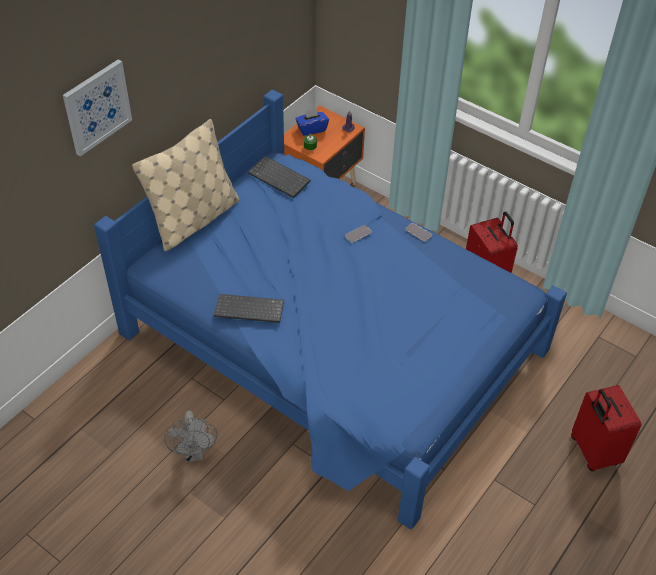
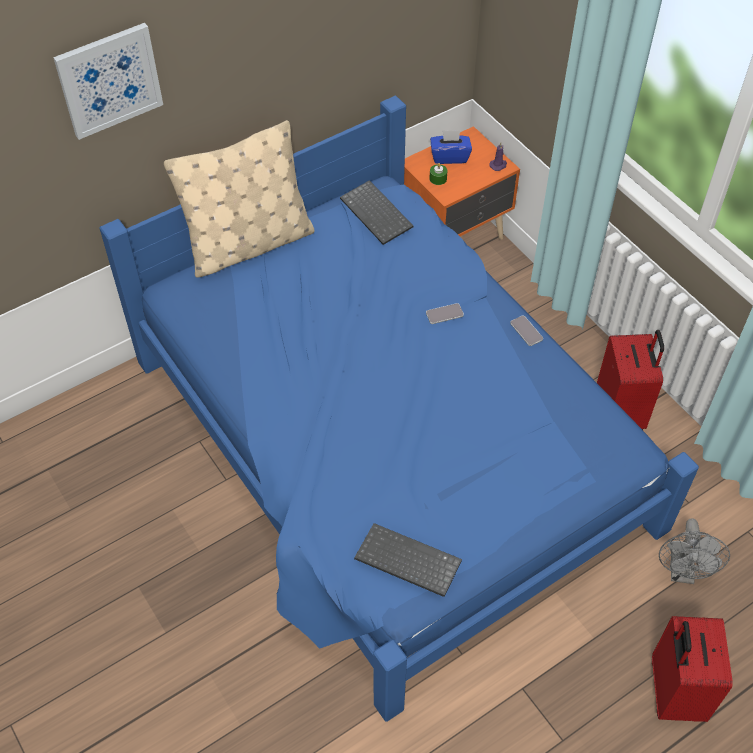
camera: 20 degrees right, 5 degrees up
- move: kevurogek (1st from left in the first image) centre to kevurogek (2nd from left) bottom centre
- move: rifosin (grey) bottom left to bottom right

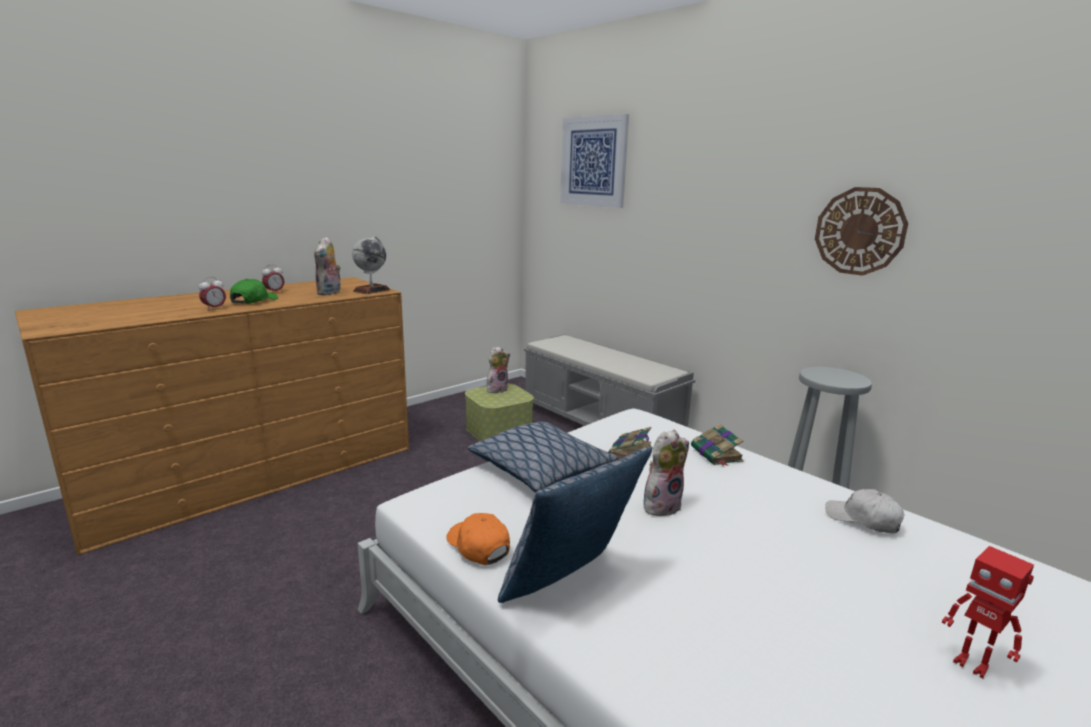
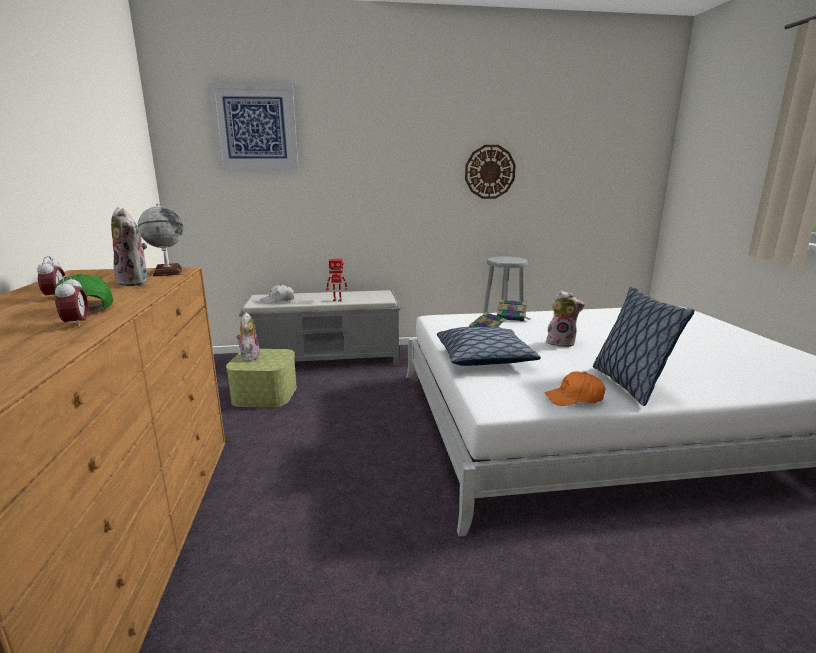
camera: 55 degrees left, 0 degrees up
- move: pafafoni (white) bottom right to centre
- move: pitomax bottom right to centre
- rotate: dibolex (3rd from left) centre = middle right 105 degrees clockwise

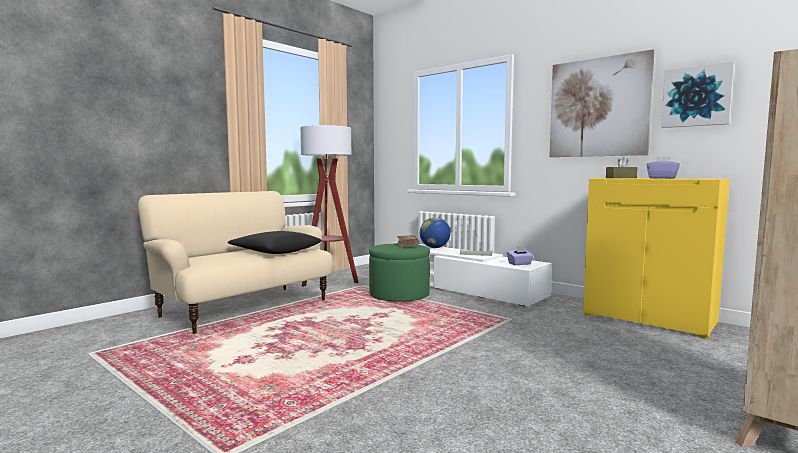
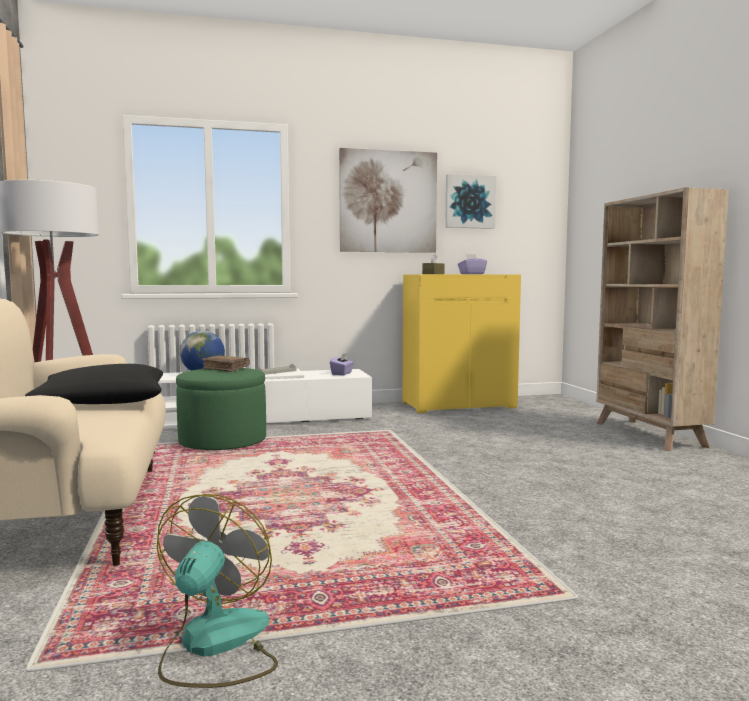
camera: 55 degrees left, 0 degrees up
- insert: rifosin bottom left

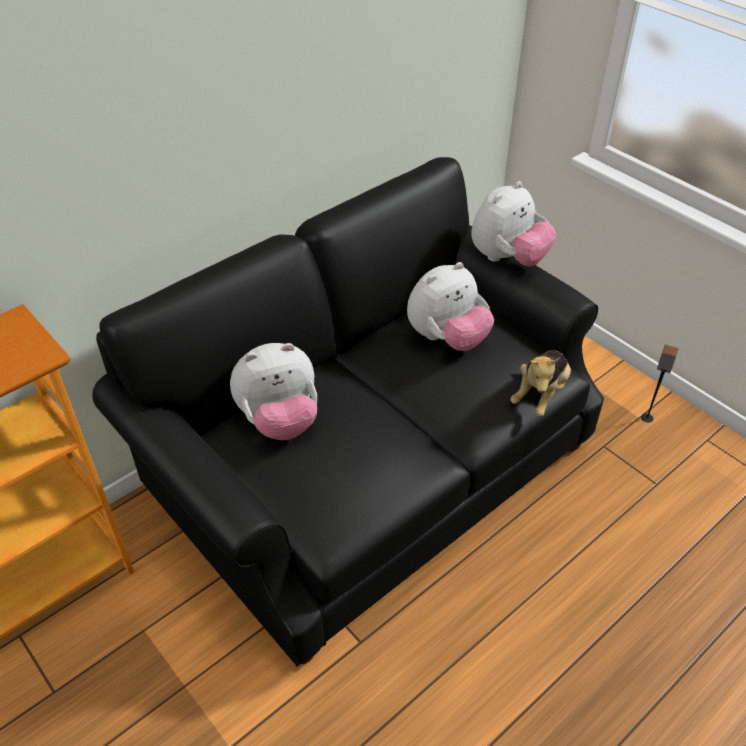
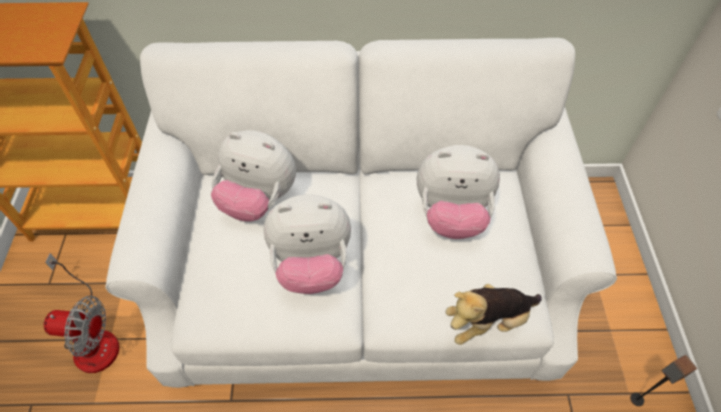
camera: 40 degrees right, 10 degrees up
- insert: rifosin bottom left
- recolor: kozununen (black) centre to kozununen (white) centre
- move: dibolex (3rd from left in the first image) top right to dibolex (2nd from left) centre

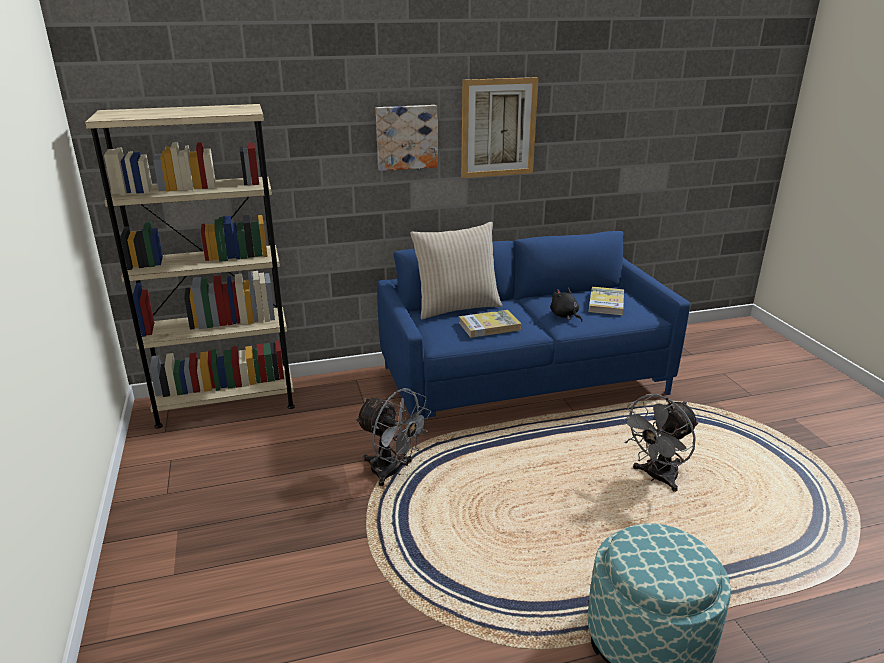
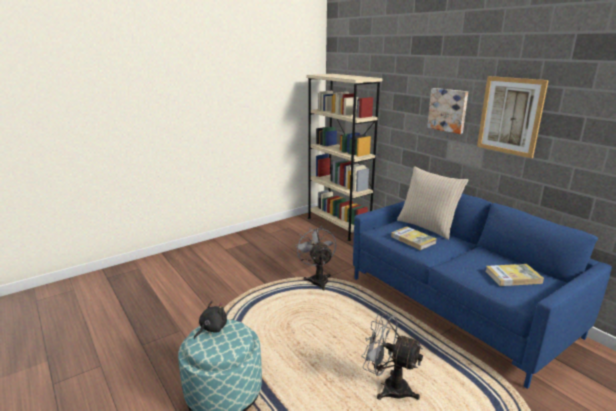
camera: 70 degrees right, 5 degrees down
- move: dibolex (black) centre to bottom centre
- rotate: rifosin (grey) (1st from left) centre = centre 150 degrees clockwise

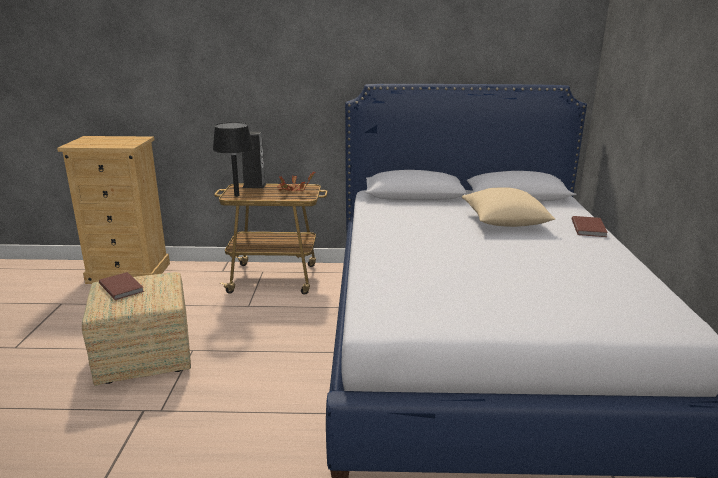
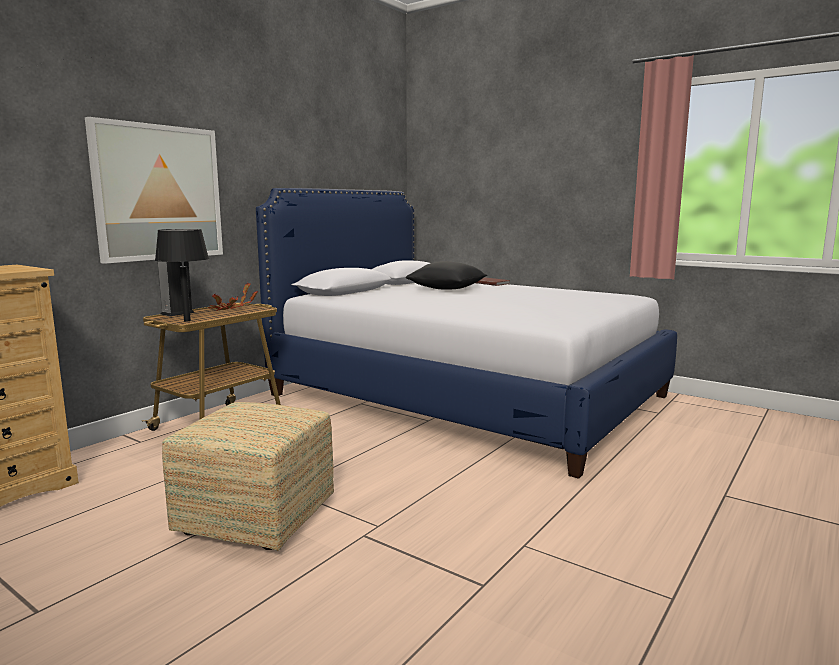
camera: 55 degrees left, 10 degrees down
- insert: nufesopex top left
- recolor: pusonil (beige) middle right to pusonil (black) centre
- delete: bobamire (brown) (1st from left) middle left

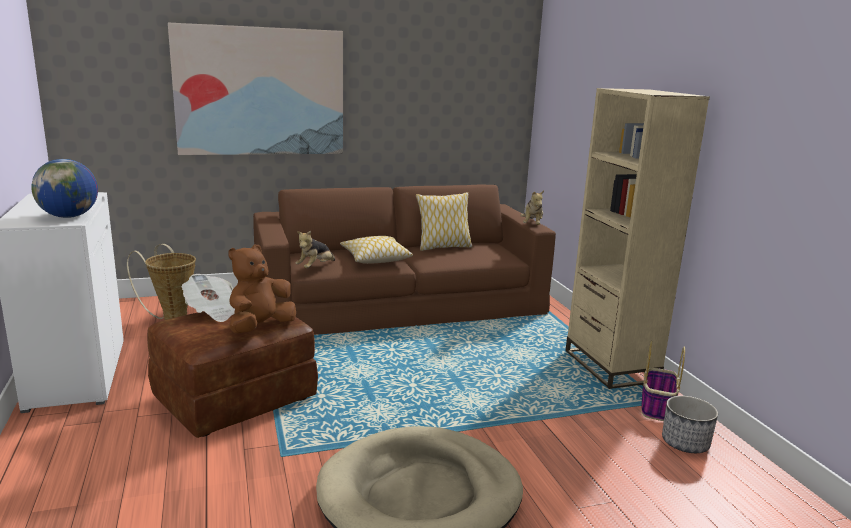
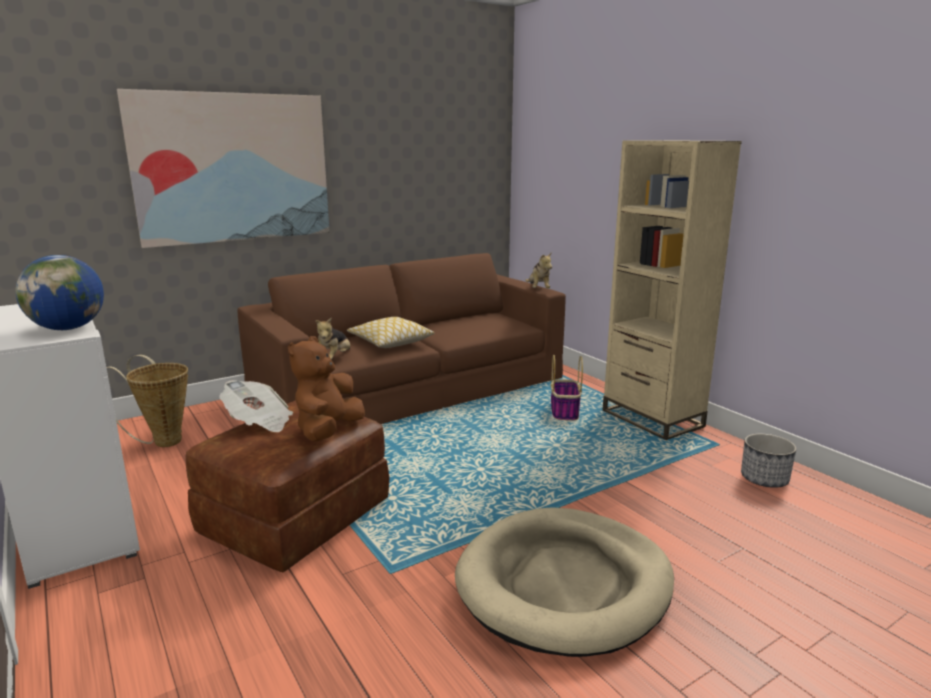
camera: 15 degrees left, 0 degrees up
- move: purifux (2nd from left) bottom right to centre
- delete: pusonil (2nd from left) centre

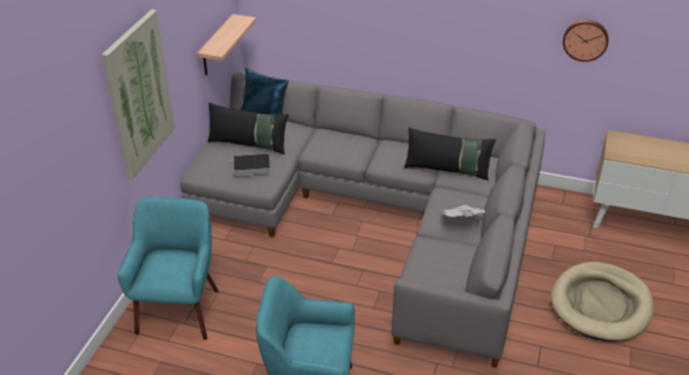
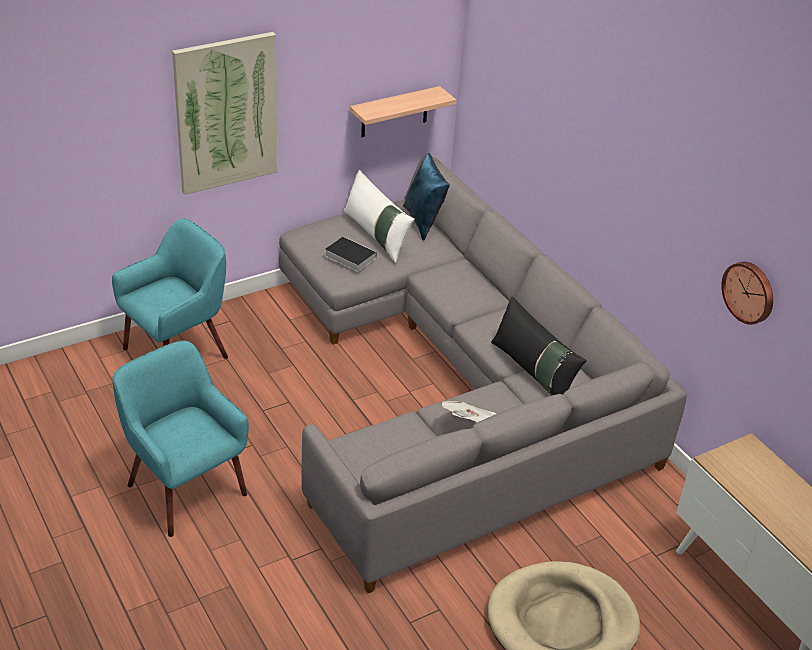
camera: 40 degrees right, 0 degrees up
- recolor: pusonil (black) (1st from left) centre to pusonil (white) top centre

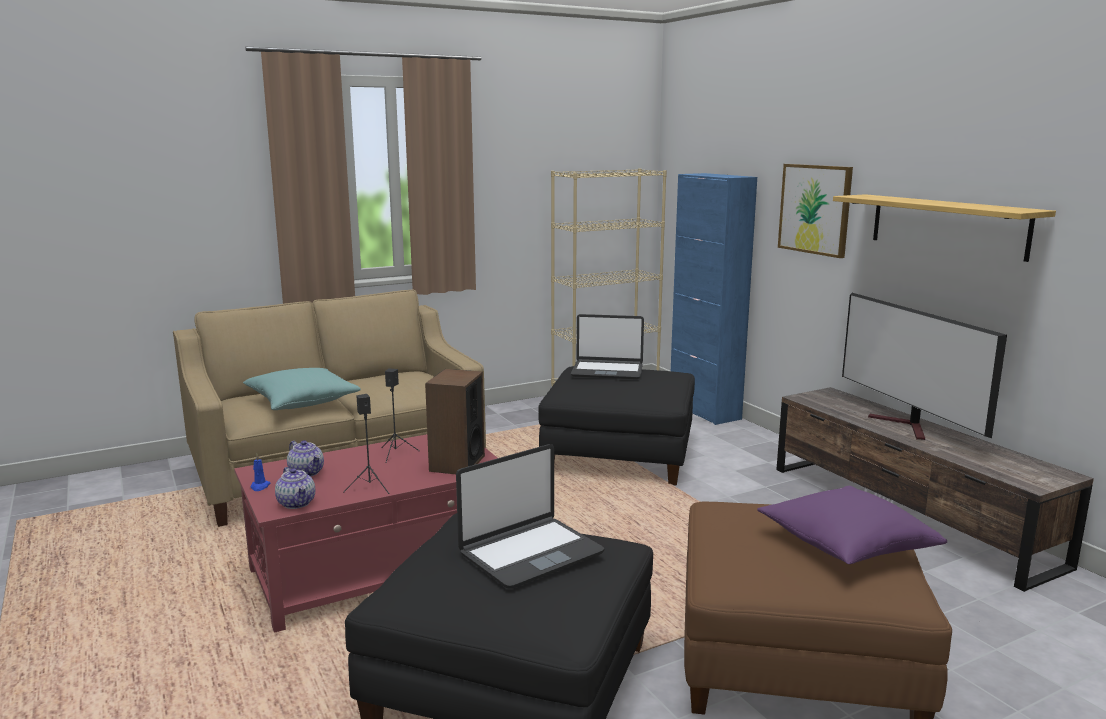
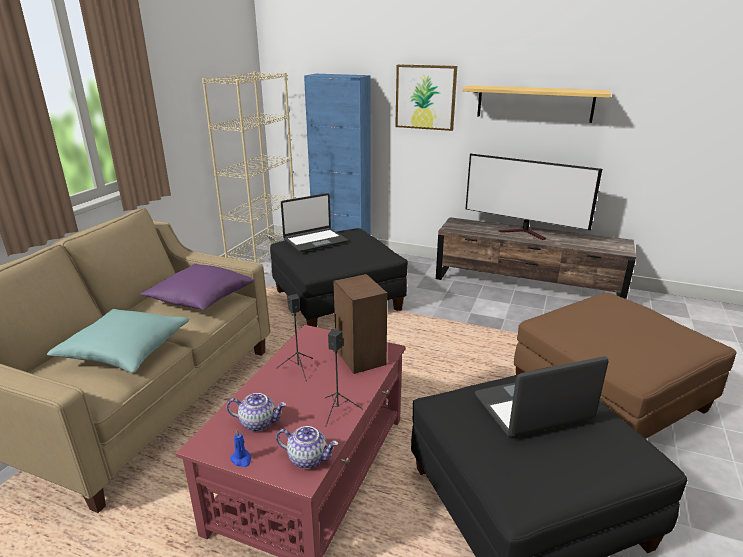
camera: 40 degrees left, 10 degrees up
- move: pusonil (purple) bottom right to middle left
- rotate: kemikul (1st from left in the first image) bottom centre = bottom right 120 degrees counterclockwise

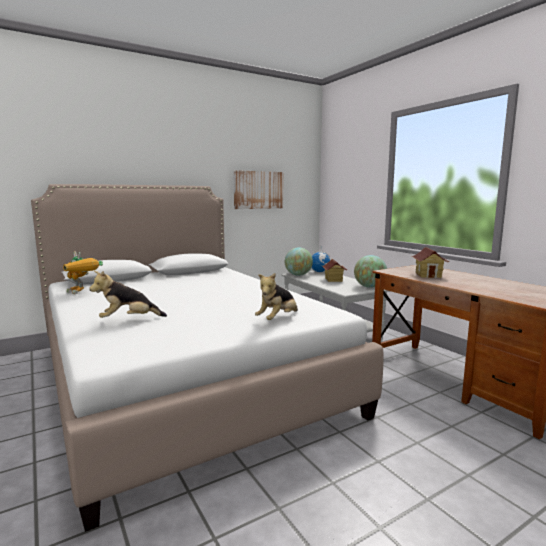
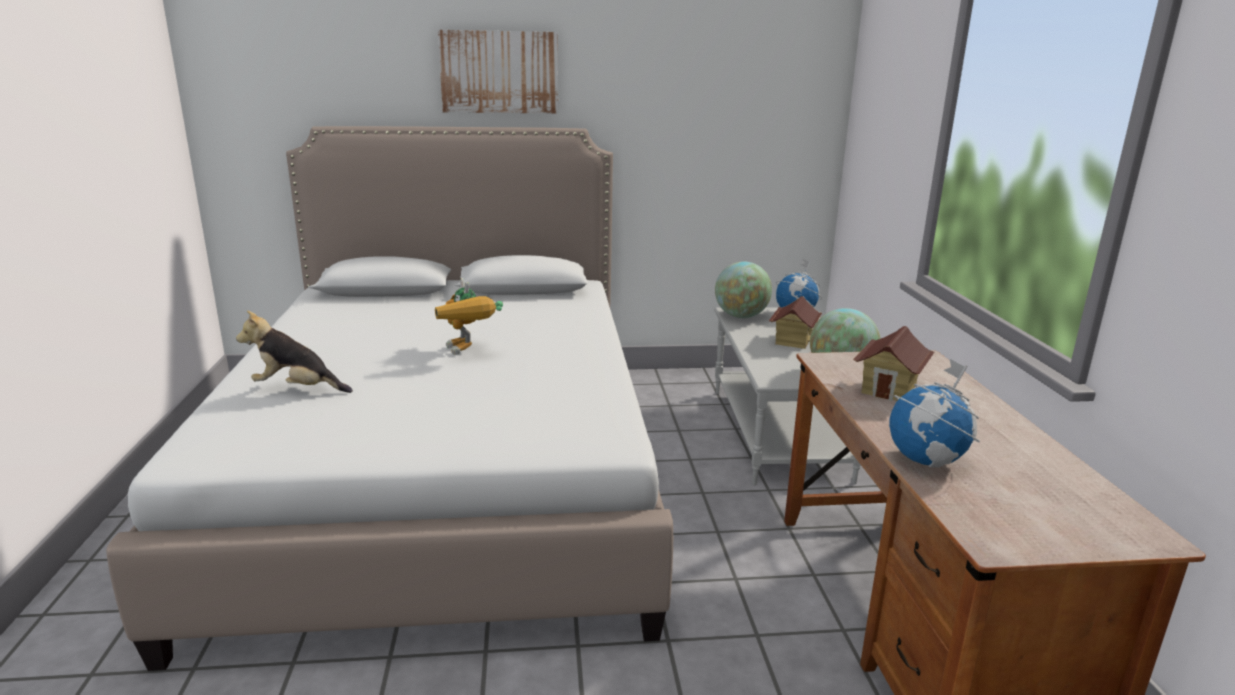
camera: 25 degrees right, 10 degrees up
- move: pitomax middle left to centre
- move: nufesopex centre to top centre
- insert: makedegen (4th from left) middle right
- delete: dibolex (2nd from left) centre

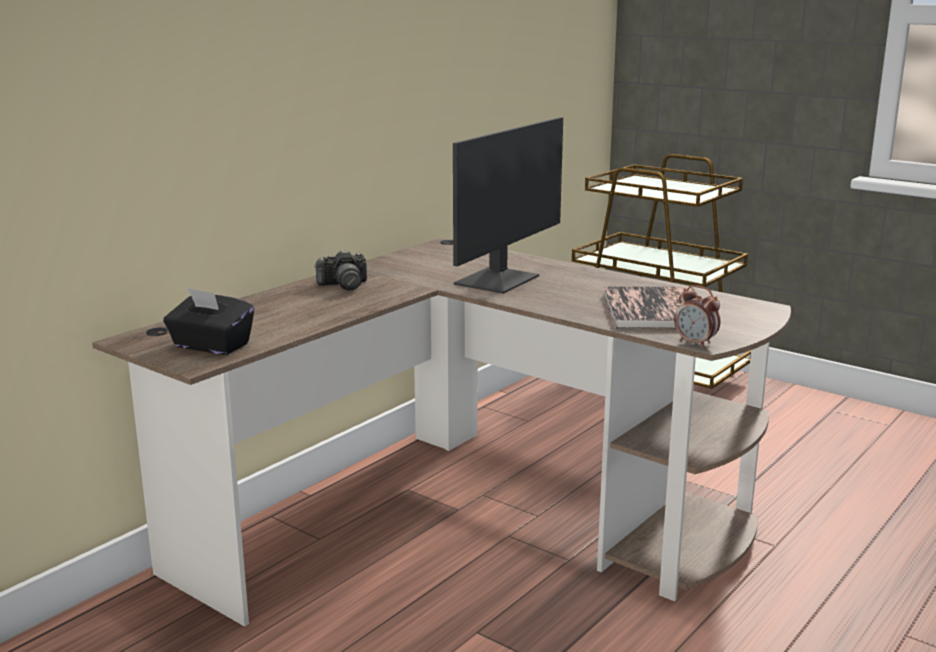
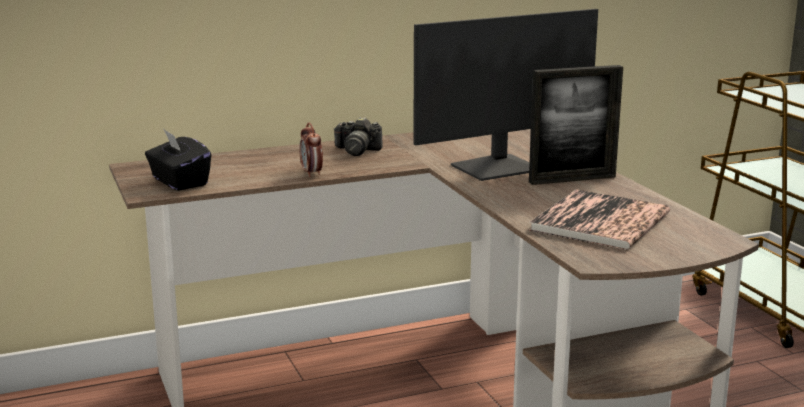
camera: 30 degrees right, 0 degrees up
- move: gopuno middle right to centre
- insert: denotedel top right

